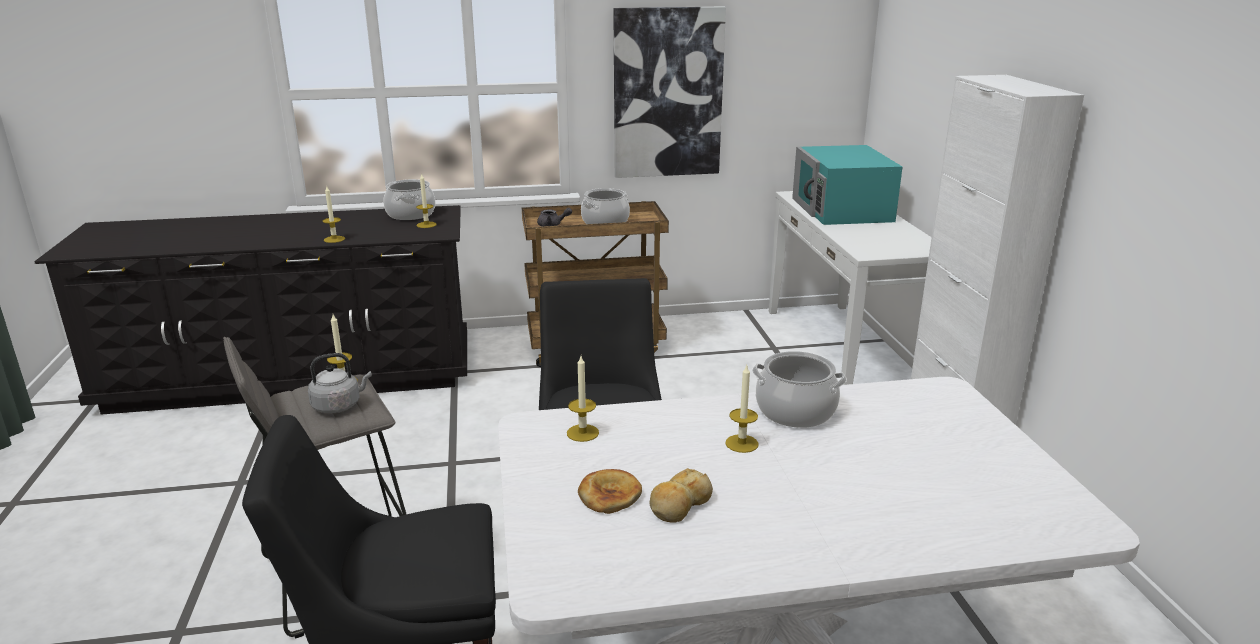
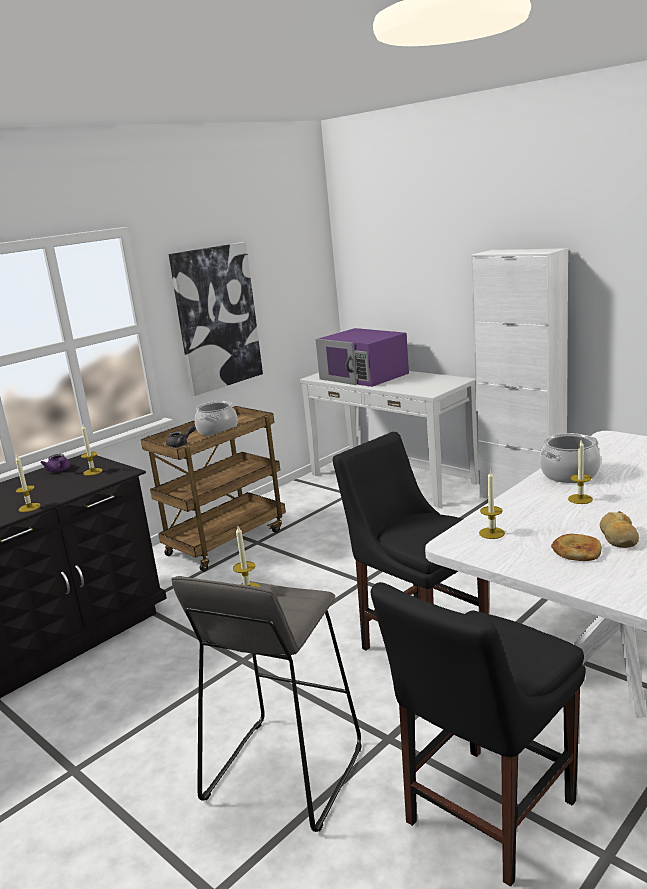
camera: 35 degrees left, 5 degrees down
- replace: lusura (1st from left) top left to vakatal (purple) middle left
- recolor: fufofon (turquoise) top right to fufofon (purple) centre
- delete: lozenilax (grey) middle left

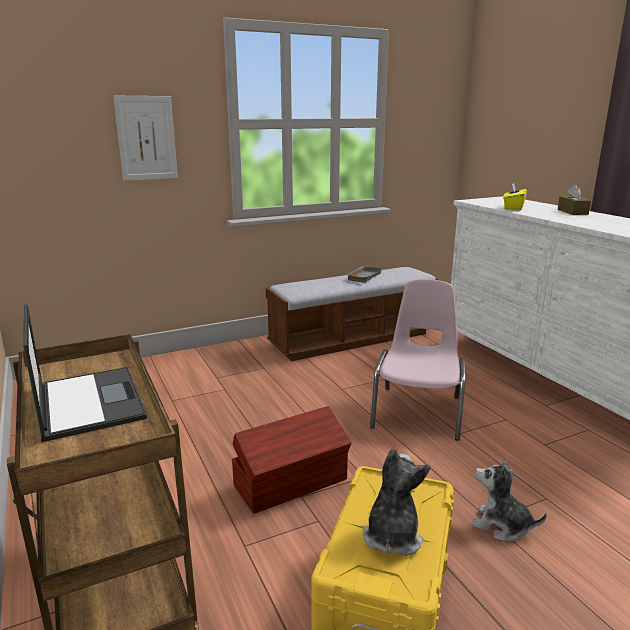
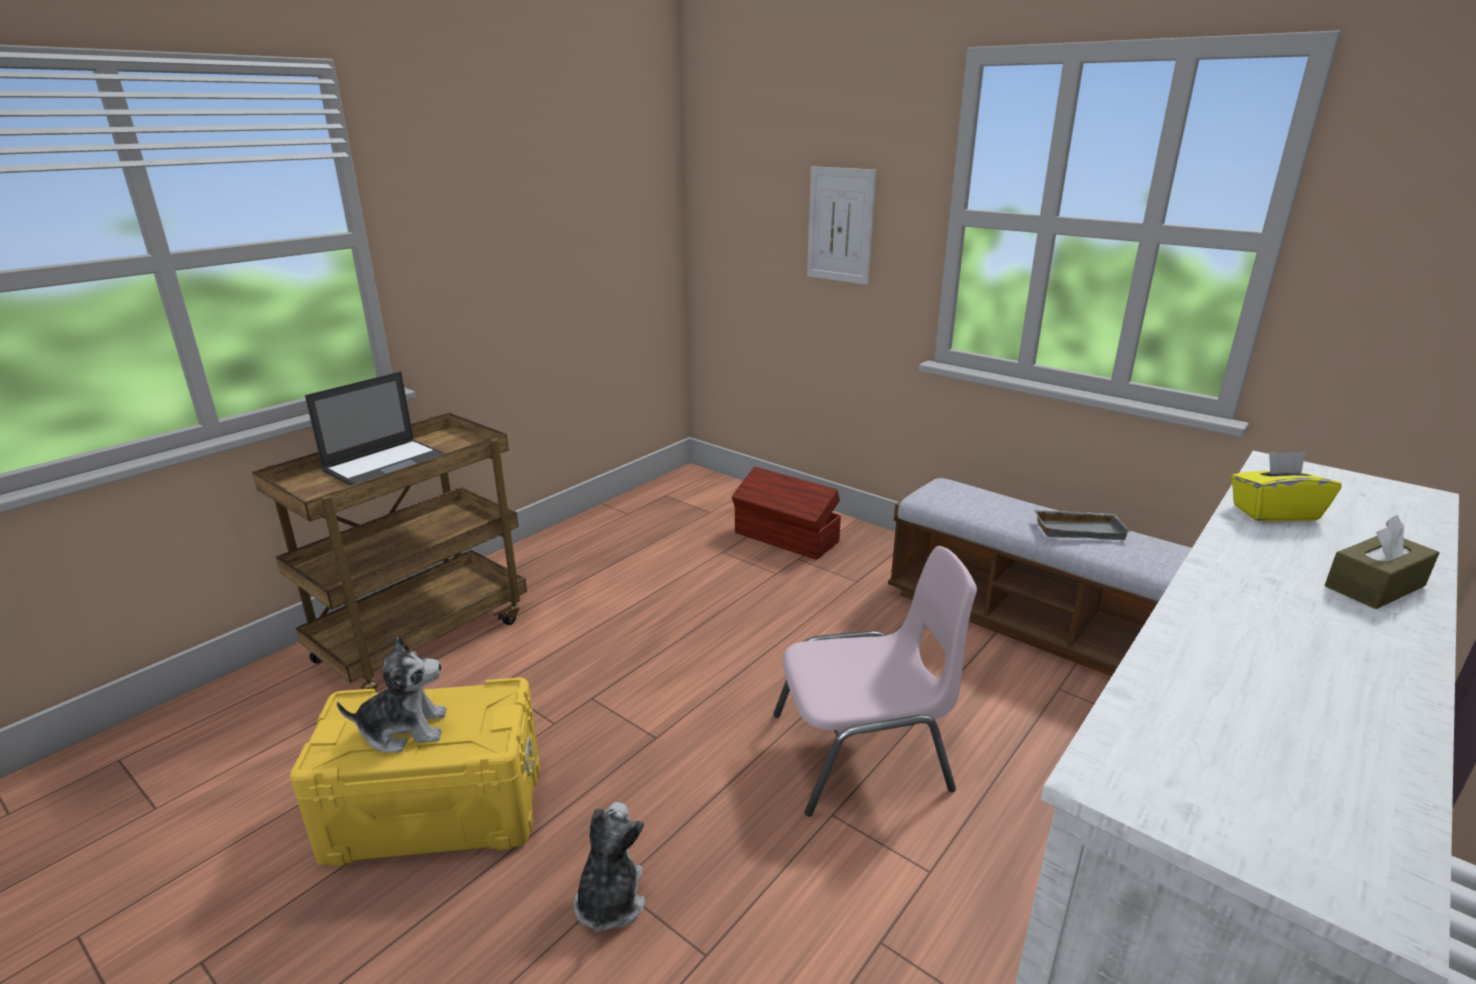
camera: 65 degrees right, 5 degrees up
- move: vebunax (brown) bottom centre to centre

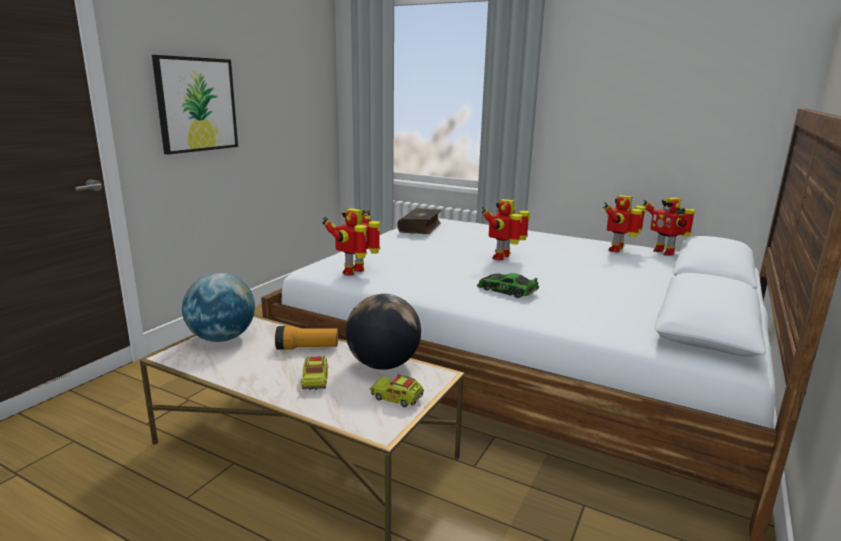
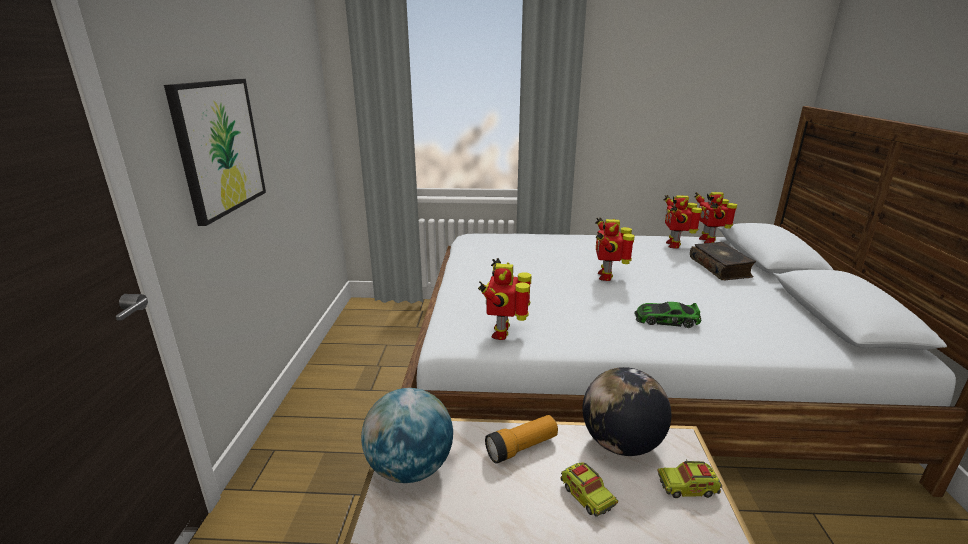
camera: 25 degrees left, 5 degrees up
- move: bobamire centre to middle right
- rotate: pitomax (4th from left) middle right = middle right 45 degrees clockwise

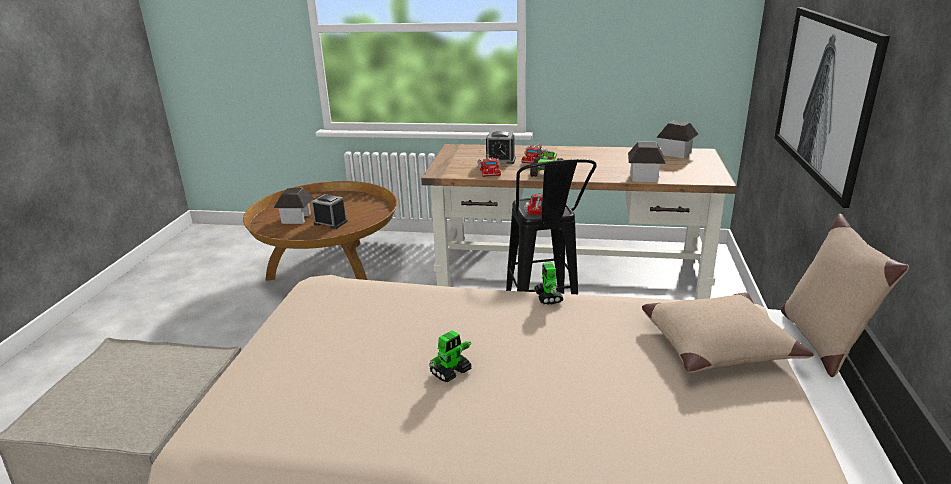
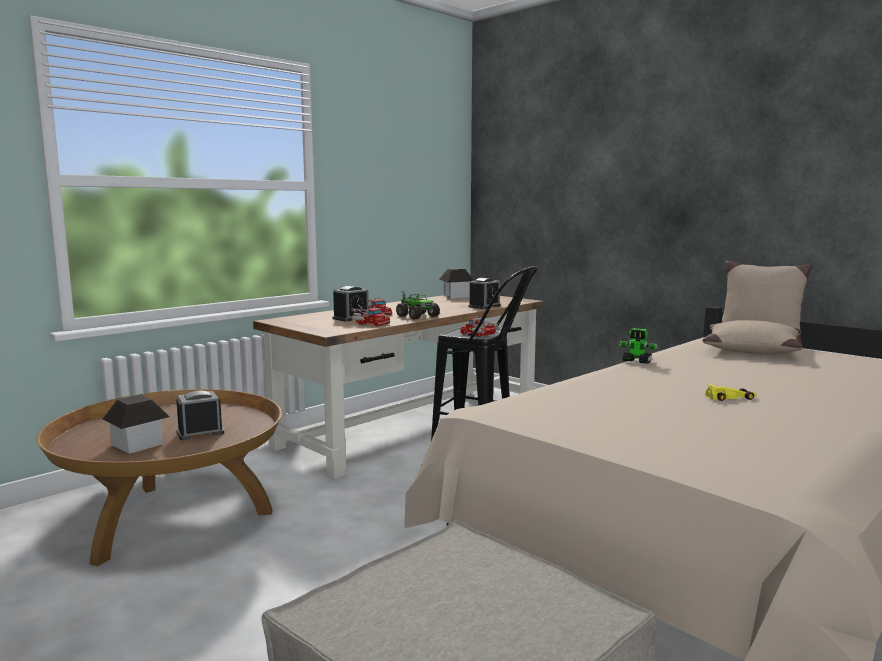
camera: 55 degrees left, 15 degrees down
- replace: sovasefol (2nd from left) middle right to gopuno (3rd from left) centre
- replace: pitomax (1st from left) bottom centre to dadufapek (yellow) middle right
- delete: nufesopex top right

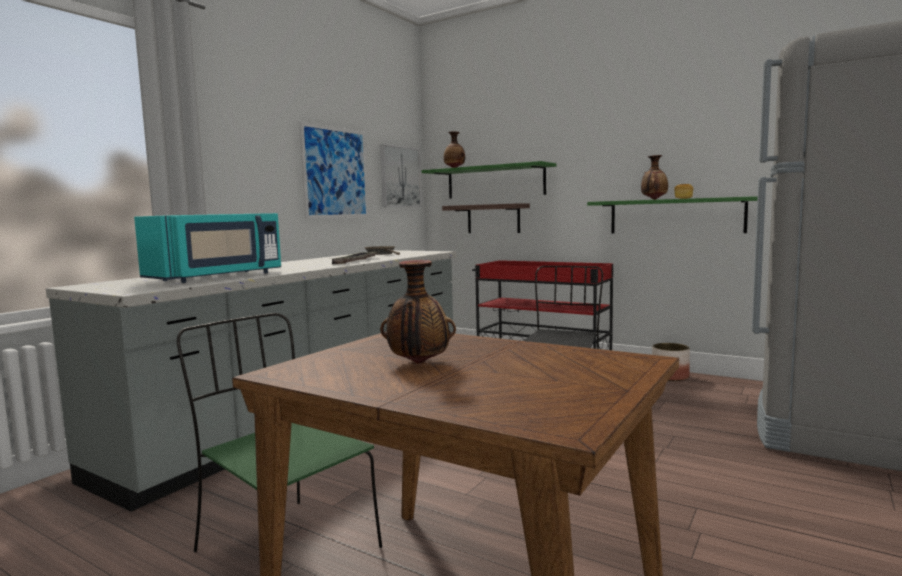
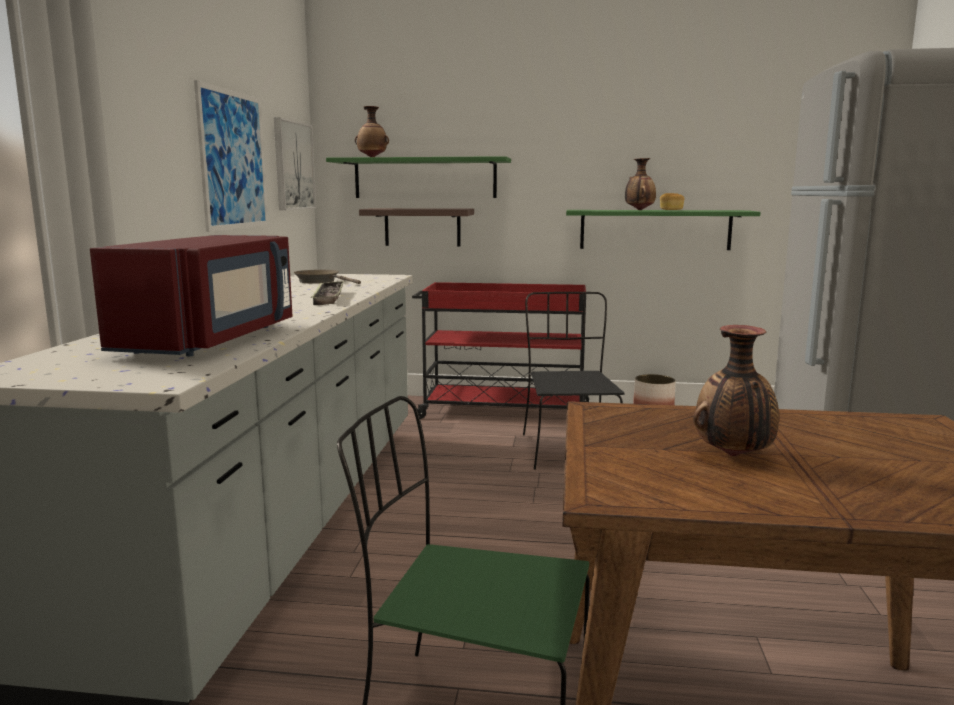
camera: 25 degrees left, 5 degrees up
- recolor: fufofon (turquoise) middle left to fufofon (red) middle left

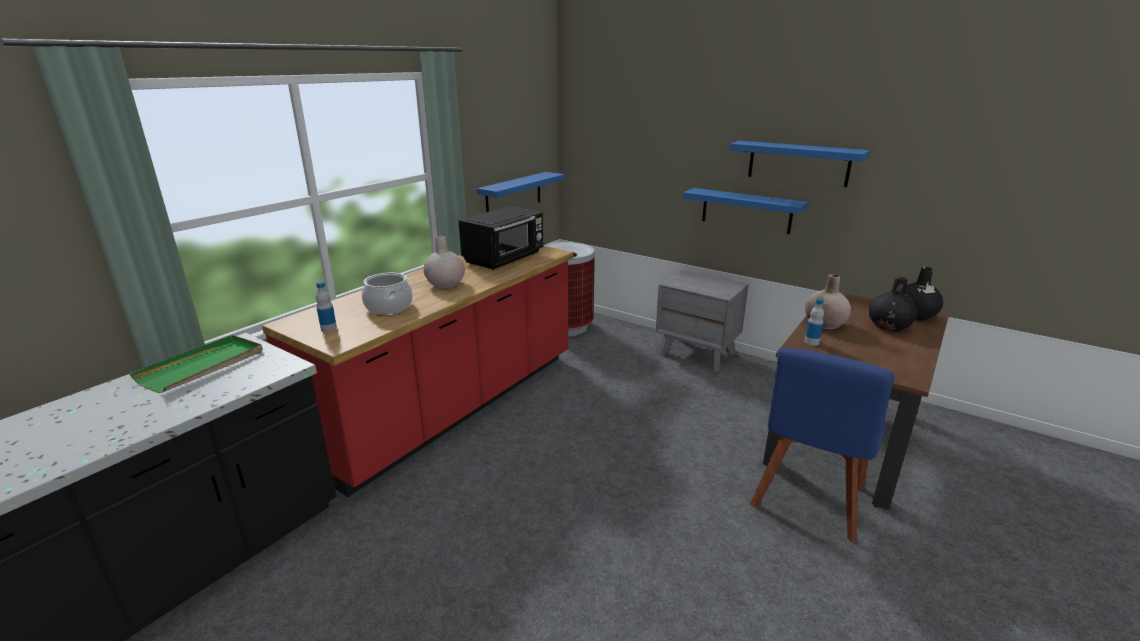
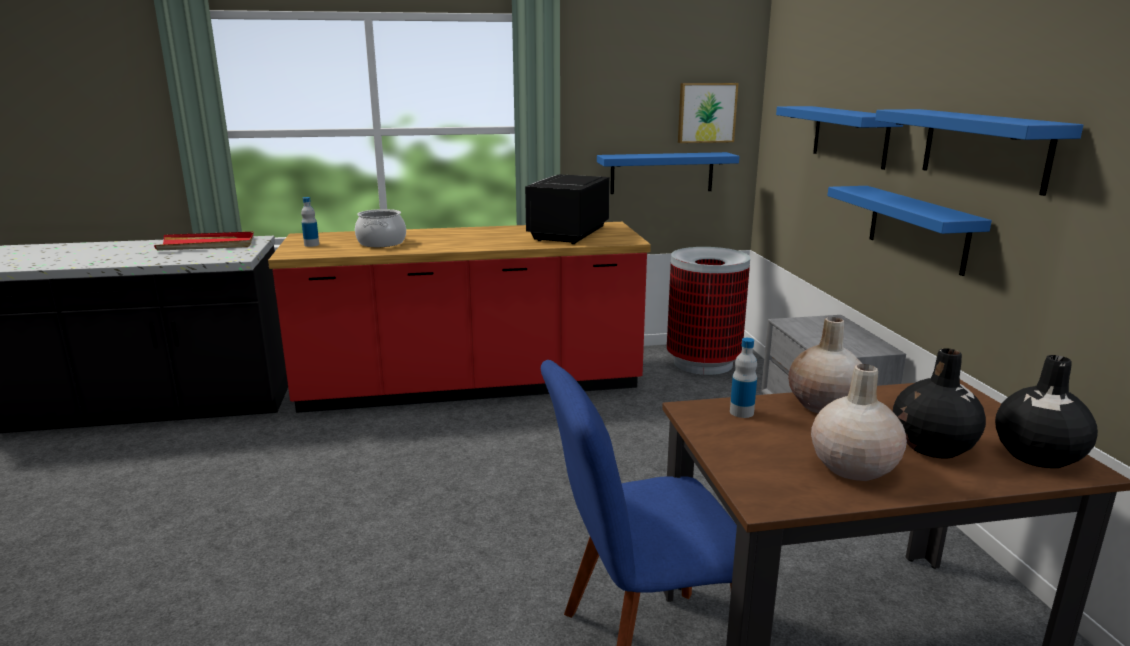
camera: 45 degrees right, 5 degrees down
- recolor: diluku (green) middle left to diluku (red) middle left
- rotate: fufofon (black) centre = top centre 120 degrees clockwise
- insert: nufesopex top centre
- insert: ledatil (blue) (2nd from left) top right
- move: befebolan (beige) (1st from left in the first image) centre to befebolan (beige) (2nd from left) middle right

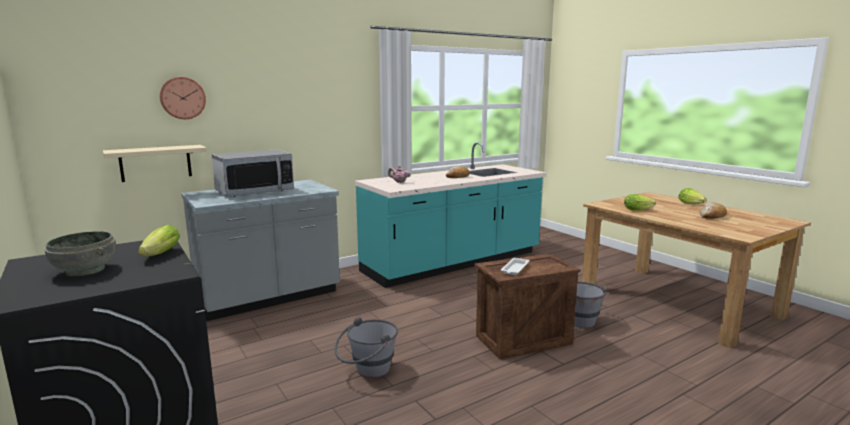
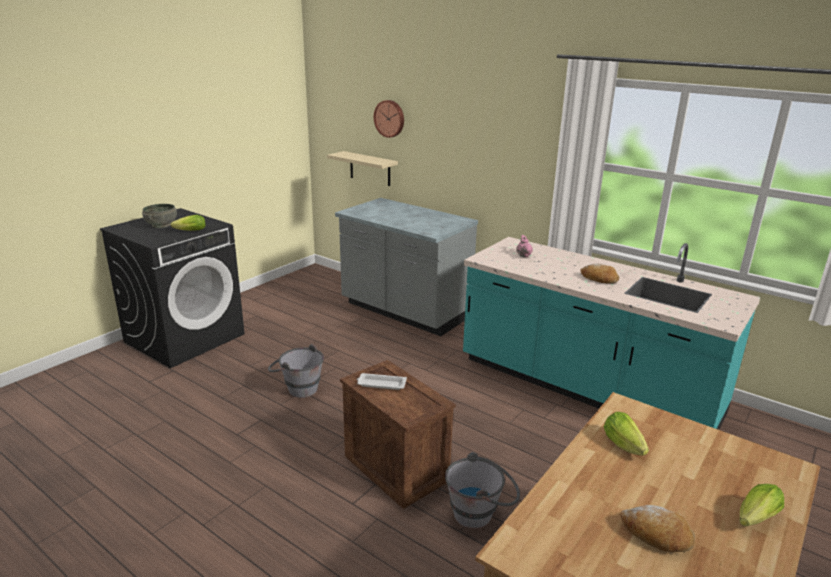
camera: 70 degrees right, 10 degrees up
- delete: fufofon middle left

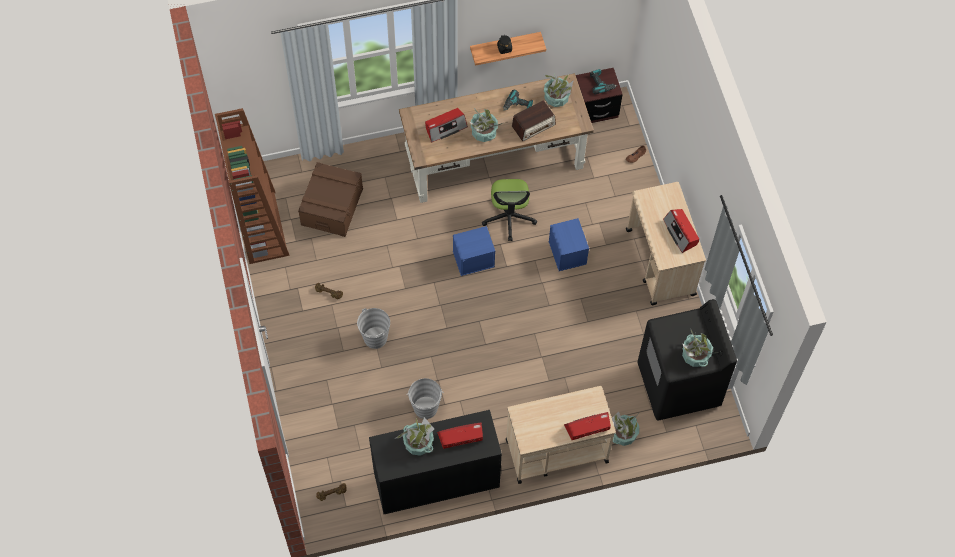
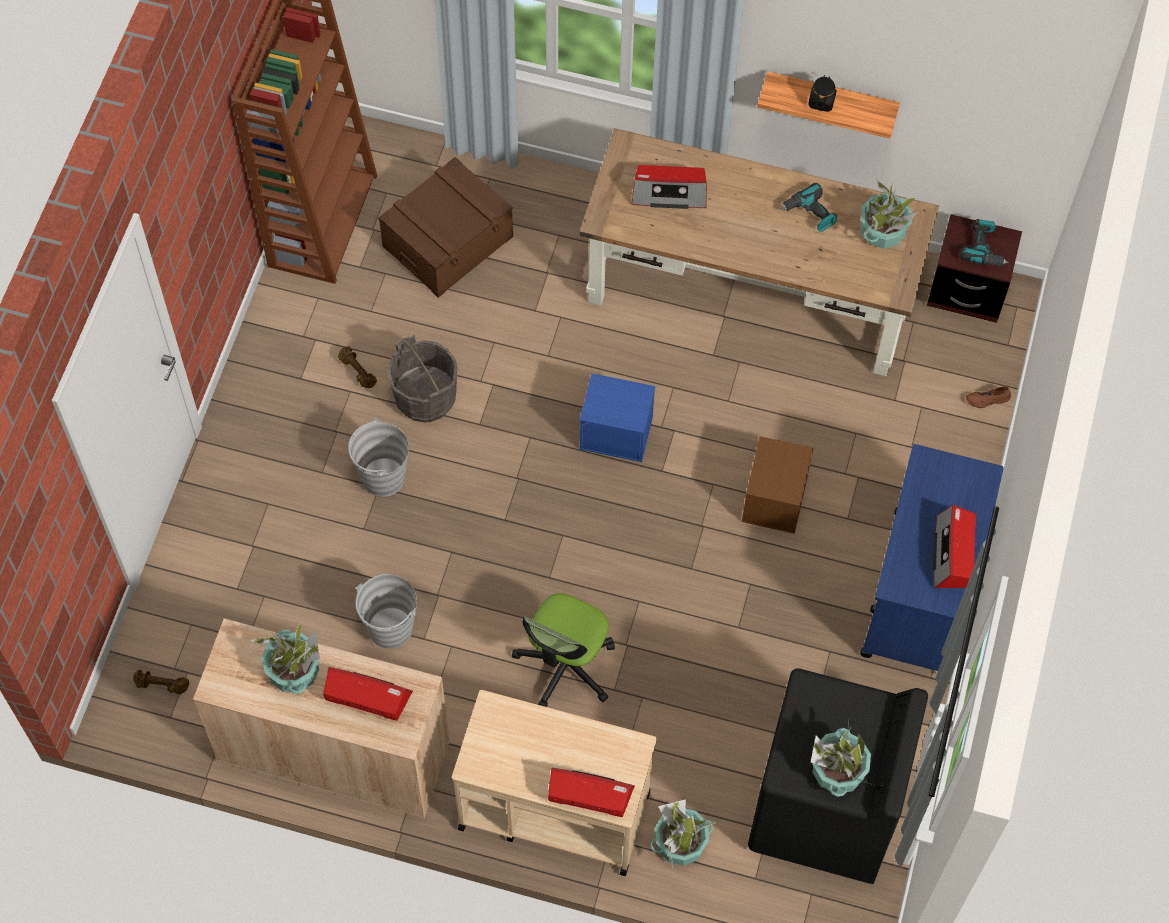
camera: 30 degrees right, 0 degrees up
- recolor: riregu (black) bottom centre to riregu (beige) bottom left
- insert: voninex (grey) (3rd from left) centre
- move: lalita centre to bottom centre
- recolor: vebunax (blue) (2nd from left) centre to vebunax (brown) (2nd from left) centre
- recolor: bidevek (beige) (2nd from left) middle right to bidevek (blue) middle right
- delete: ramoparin (2nd from left) top centre
- delete: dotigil (3rd from left) top centre

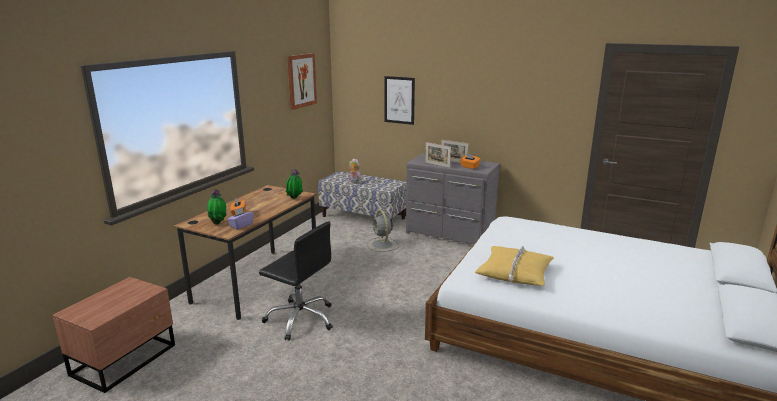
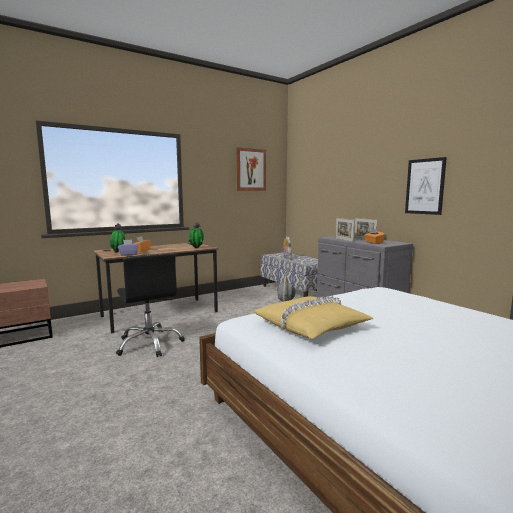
camera: 30 degrees right, 10 degrees down
- move: nufesopex (2nd from left) top centre to middle right

